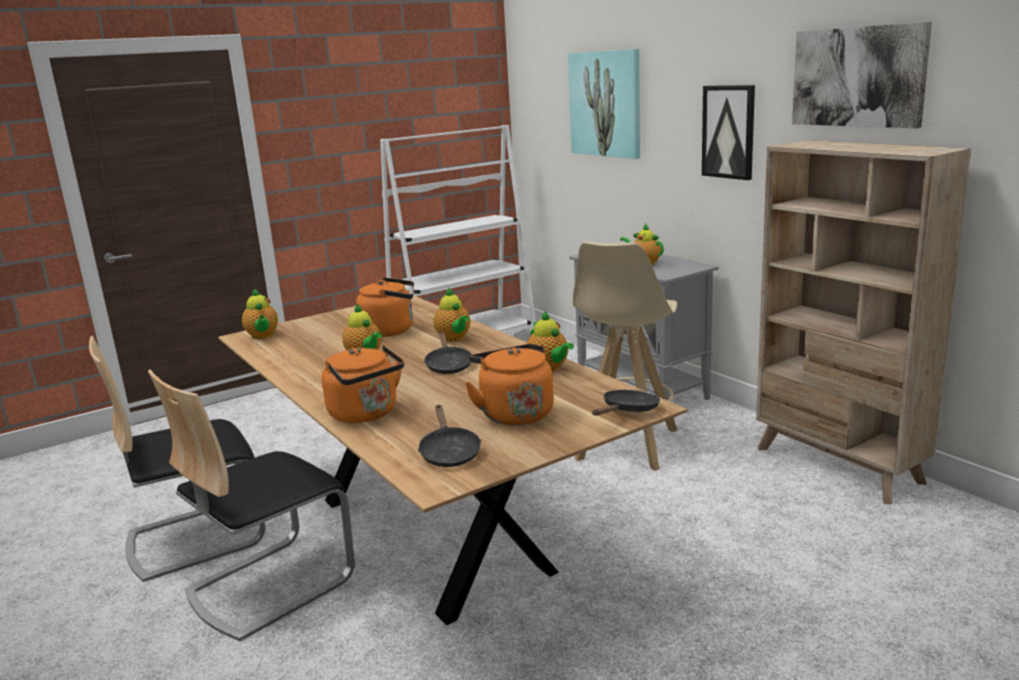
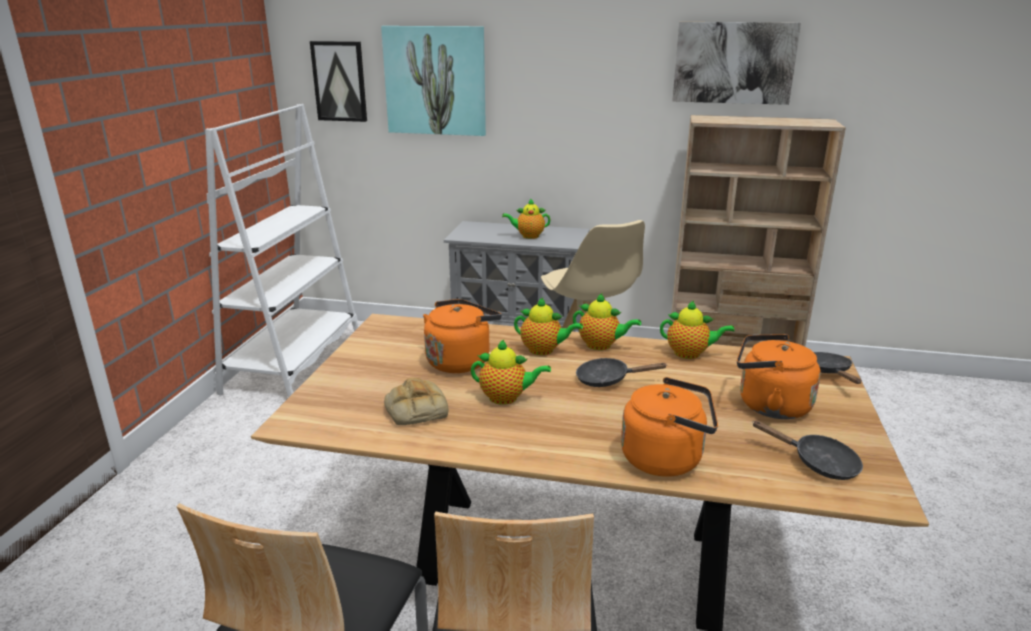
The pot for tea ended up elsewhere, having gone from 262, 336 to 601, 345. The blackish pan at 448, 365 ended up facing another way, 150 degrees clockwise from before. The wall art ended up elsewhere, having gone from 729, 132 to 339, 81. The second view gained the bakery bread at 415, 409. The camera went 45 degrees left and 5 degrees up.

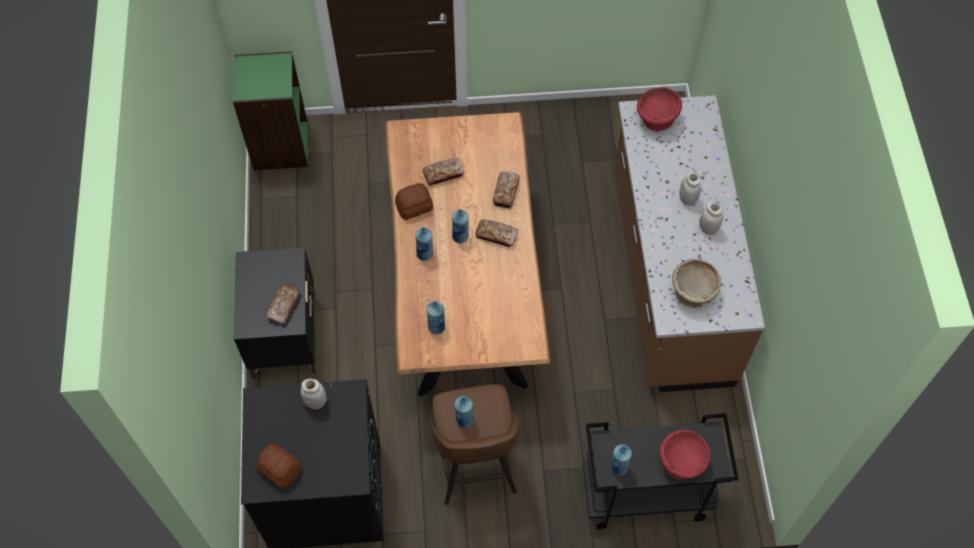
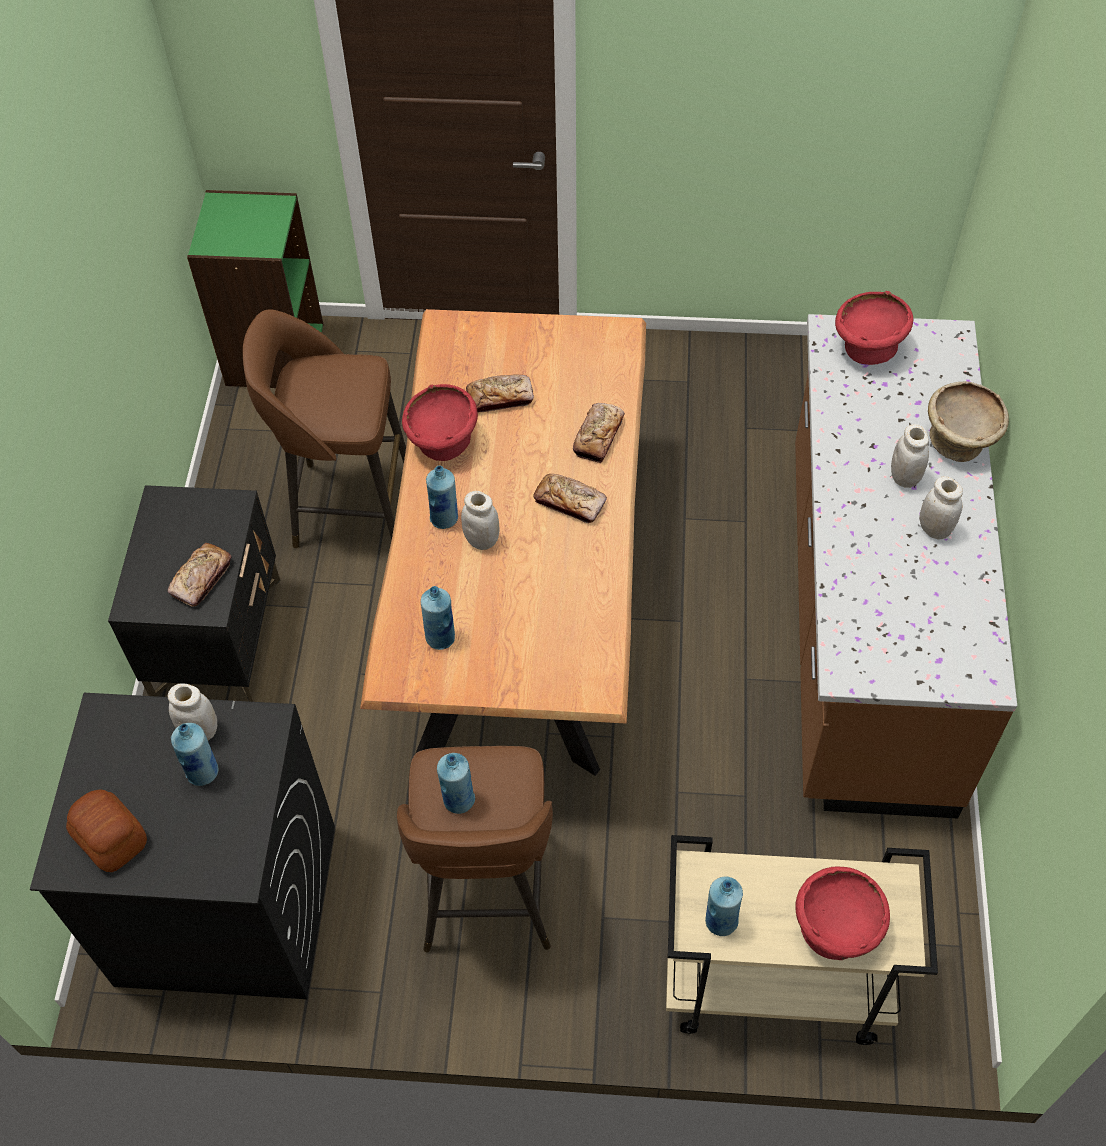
Where the bakery bread stood at 415, 207, the reddish deep dish came to stand at 443, 443. The bluish drink bottle ended up elsewhere, having gone from 460, 236 to 203, 772. What was the blackish cart at 644, 495 turned into the beige cart at 772, 984. The beige deep dish ended up elsewhere, having gone from 693, 293 to 960, 441. The second view gained the brownish stool at 348, 506. The second view gained the white-coloured preserve jar at 482, 540. The camera went 10 degrees right and 5 degrees down.

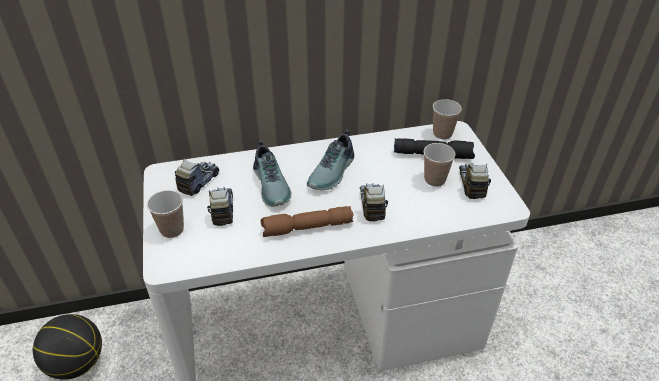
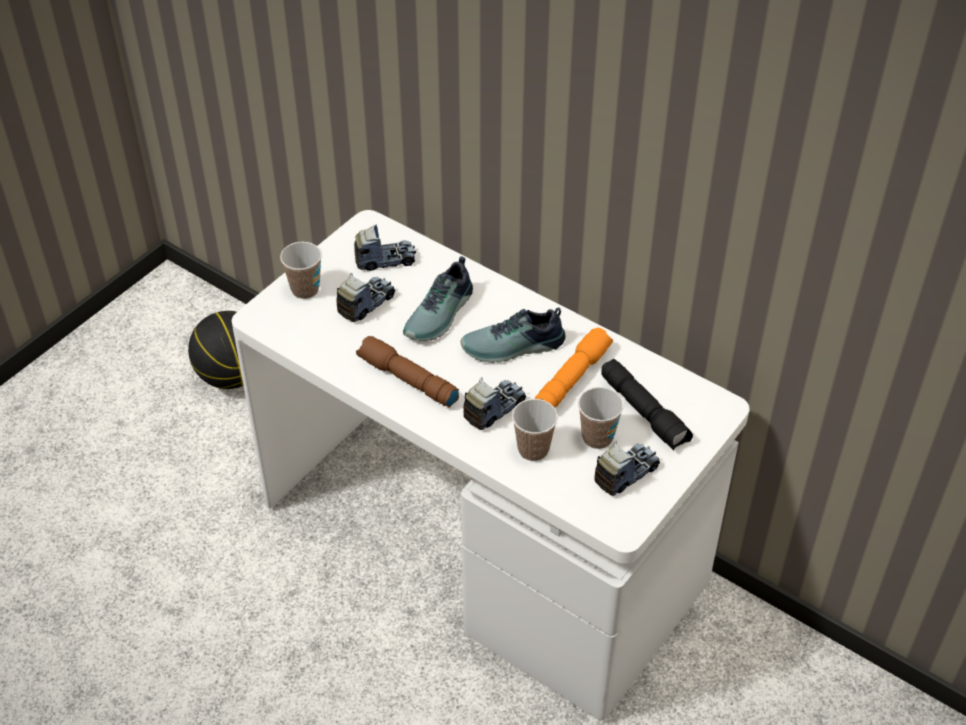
The drinking cup ended up elsewhere, having gone from 442, 134 to 533, 449. The second view gained the orange torch at 571, 378. The camera went 50 degrees right and 5 degrees up.

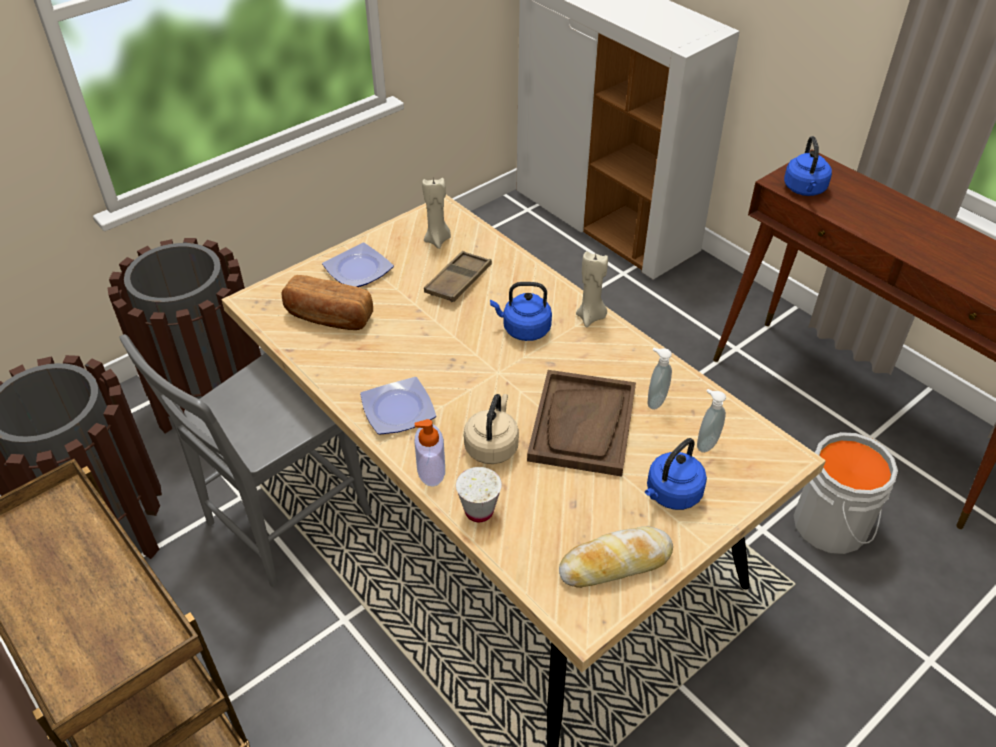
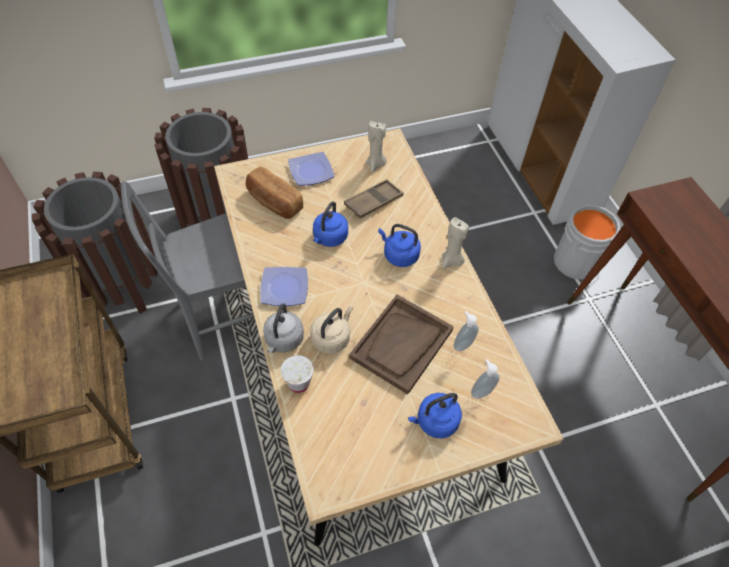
Where the liquid soap bottle stood at 431, 469, the grey tea kettle came to stand at 283, 340. The second view lost the bakery bread at 615, 563. The bluish tea kettle ended up elsewhere, having gone from 804, 190 to 329, 238. The grey water bucket ended up elsewhere, having gone from 834, 526 to 577, 263. The camera went 20 degrees right and 10 degrees up.

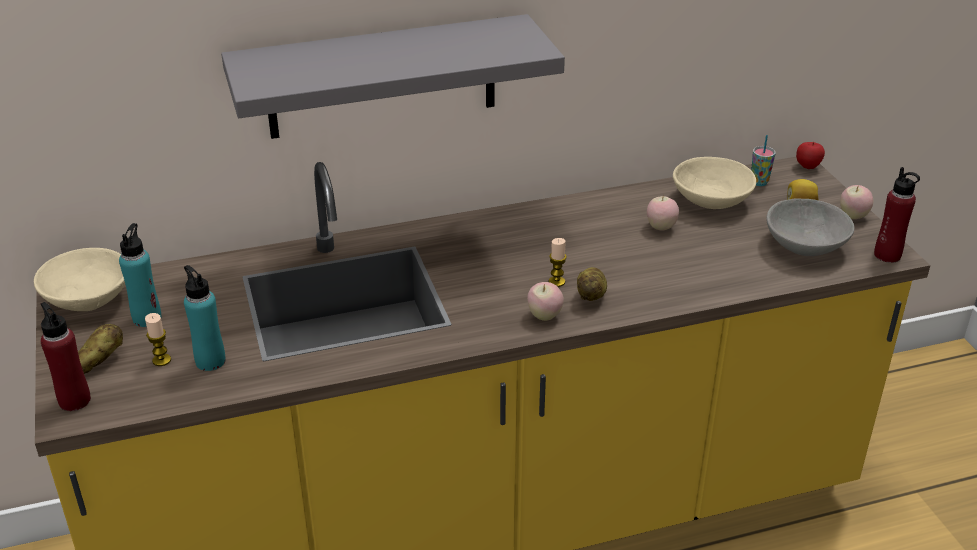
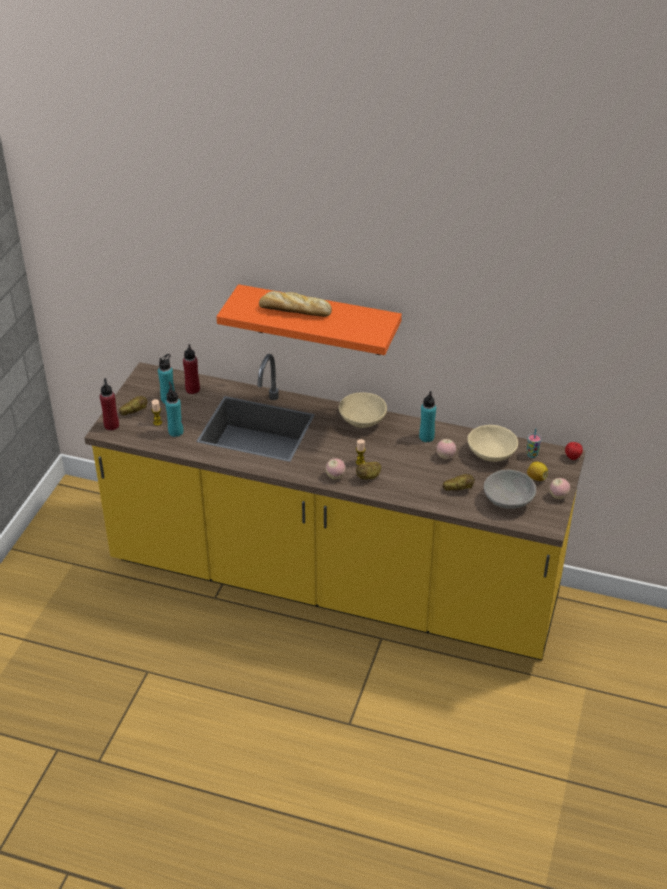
The beige deep dish ended up elsewhere, having gone from 88, 299 to 362, 420. What was the grey wall shelf at 382, 77 turned into the orange wall shelf at 318, 320. The reddish drink bottle ended up elsewhere, having gone from 887, 255 to 192, 389. The second view gained the bakery bread at 293, 310. The second view gained the turquoise-coloured drink bottle at 426, 437. The second view gained the whole potato at 458, 489. The camera went 35 degrees right and 5 degrees up.

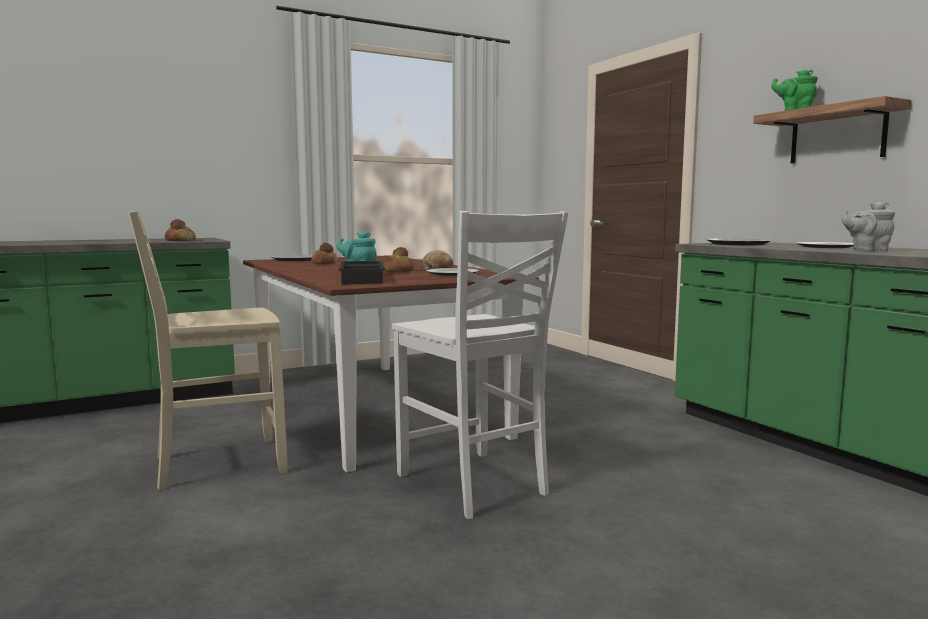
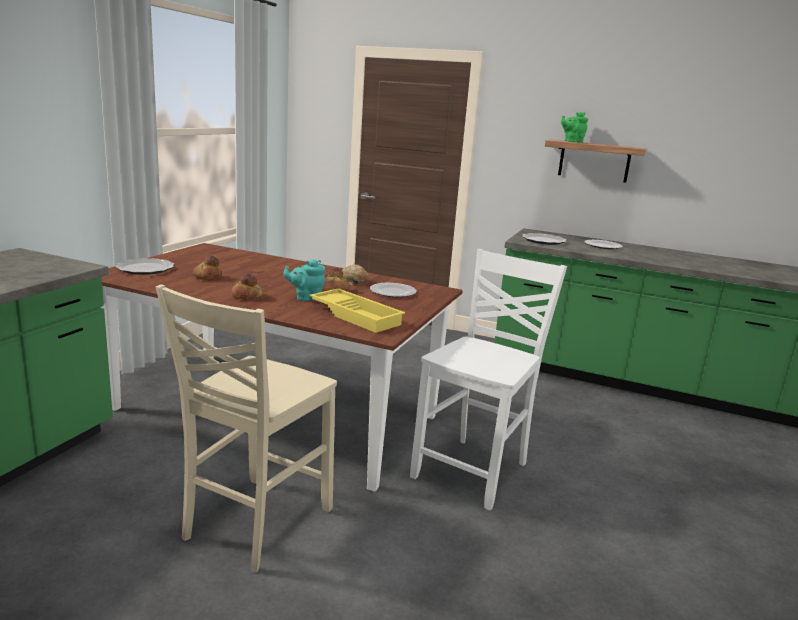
The bakery bread ended up elsewhere, having gone from 180, 240 to 246, 296. What was the blackish carrying tray at 363, 278 turned into the yellow carrying tray at 357, 315. The white-coloured upright chair at 474, 485 ended up facing another way, 75 degrees counterclockwise from before. The second view lost the grey pot for tea at 867, 251. The camera went 40 degrees left and 10 degrees up.

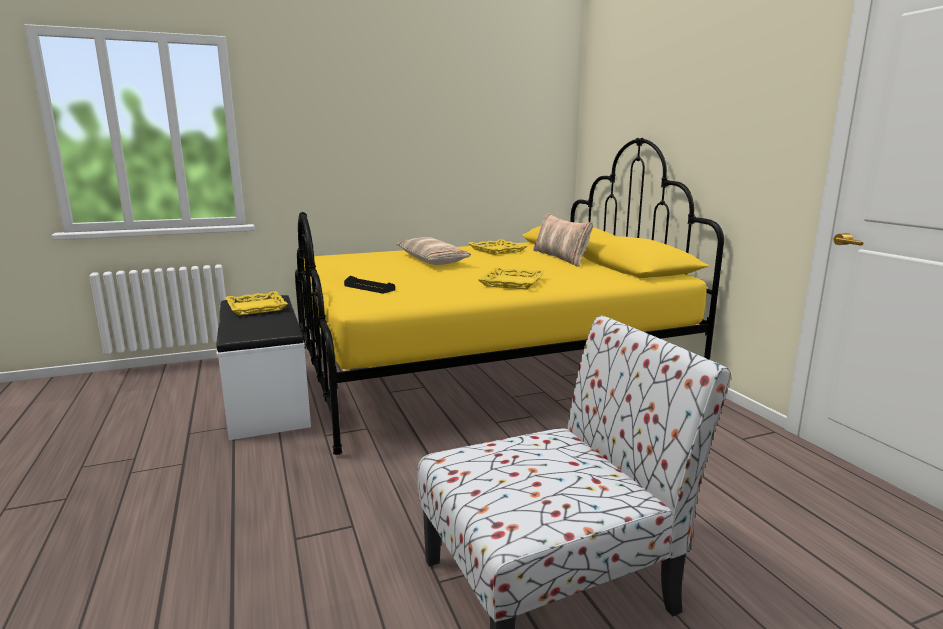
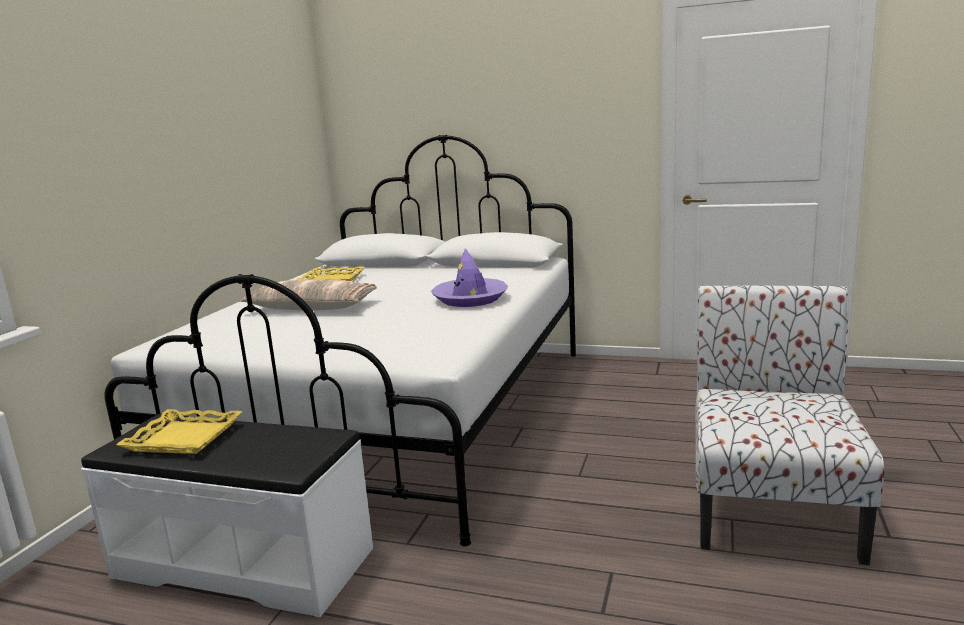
What was the yellow bedroom bed at 485, 368 turned into the white-coloured bedroom bed at 394, 414. The second view lost the blackish carrying tray at 369, 288. Where the yellow carrying tray stood at 512, 283, the purple wearable hat came to stand at 470, 299. The second view lost the pillow at 560, 257. The camera went 50 degrees left and 0 degrees up.

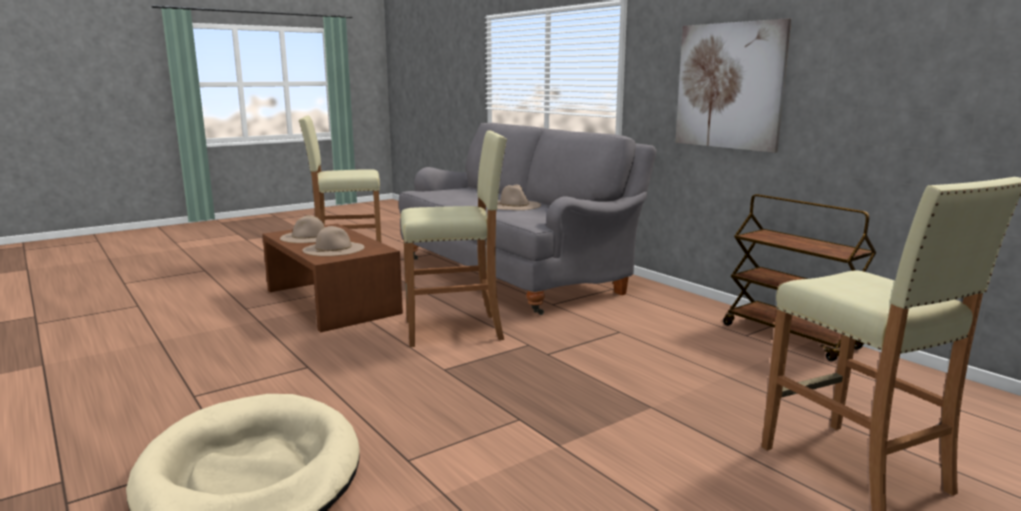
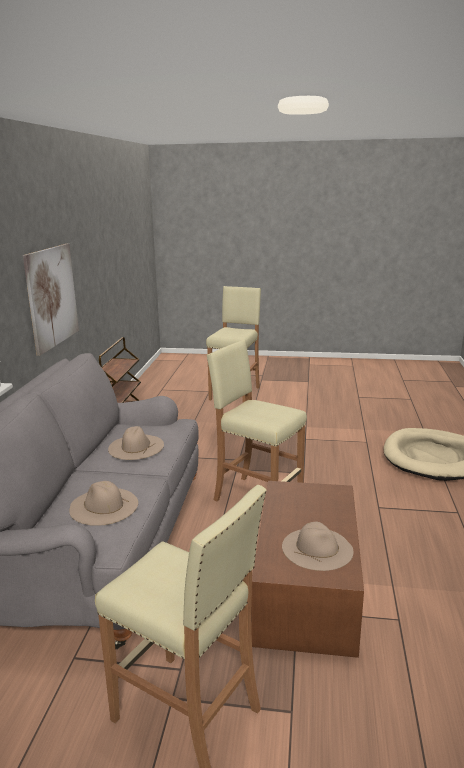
The beige wearable hat ended up elsewhere, having gone from 333, 248 to 103, 506. The camera went 135 degrees left and 5 degrees up.

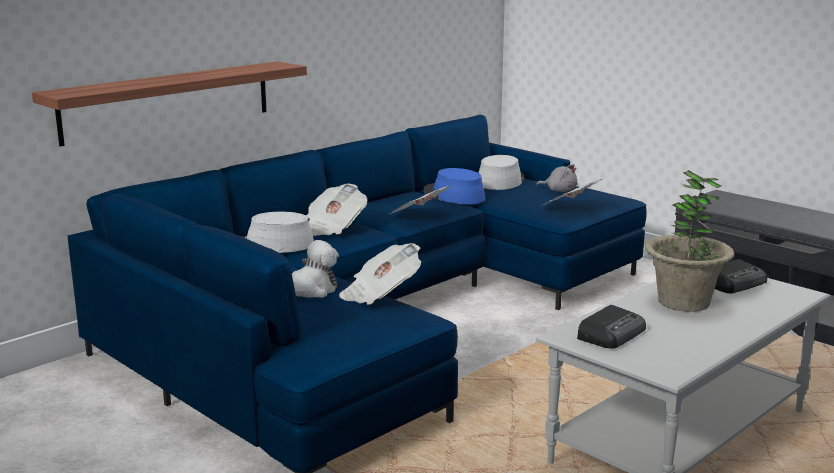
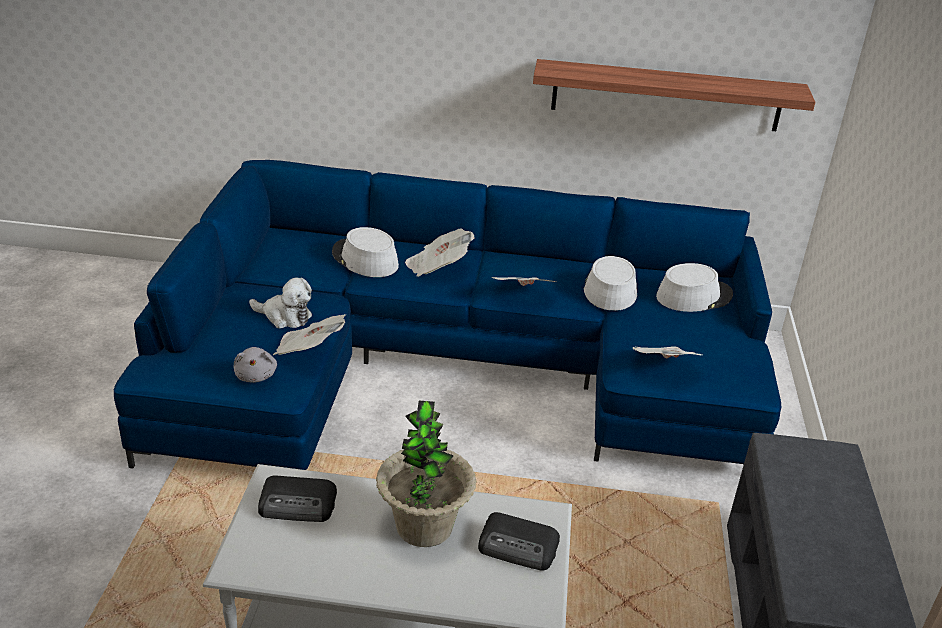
The wall shelf ended up elsewhere, having gone from 168, 101 to 666, 95. What was the bluish wearable hat at 453, 195 turned into the grey wearable hat at 609, 289. The grey soft toy ended up elsewhere, having gone from 559, 190 to 256, 375. The camera went 50 degrees right and 15 degrees up.

